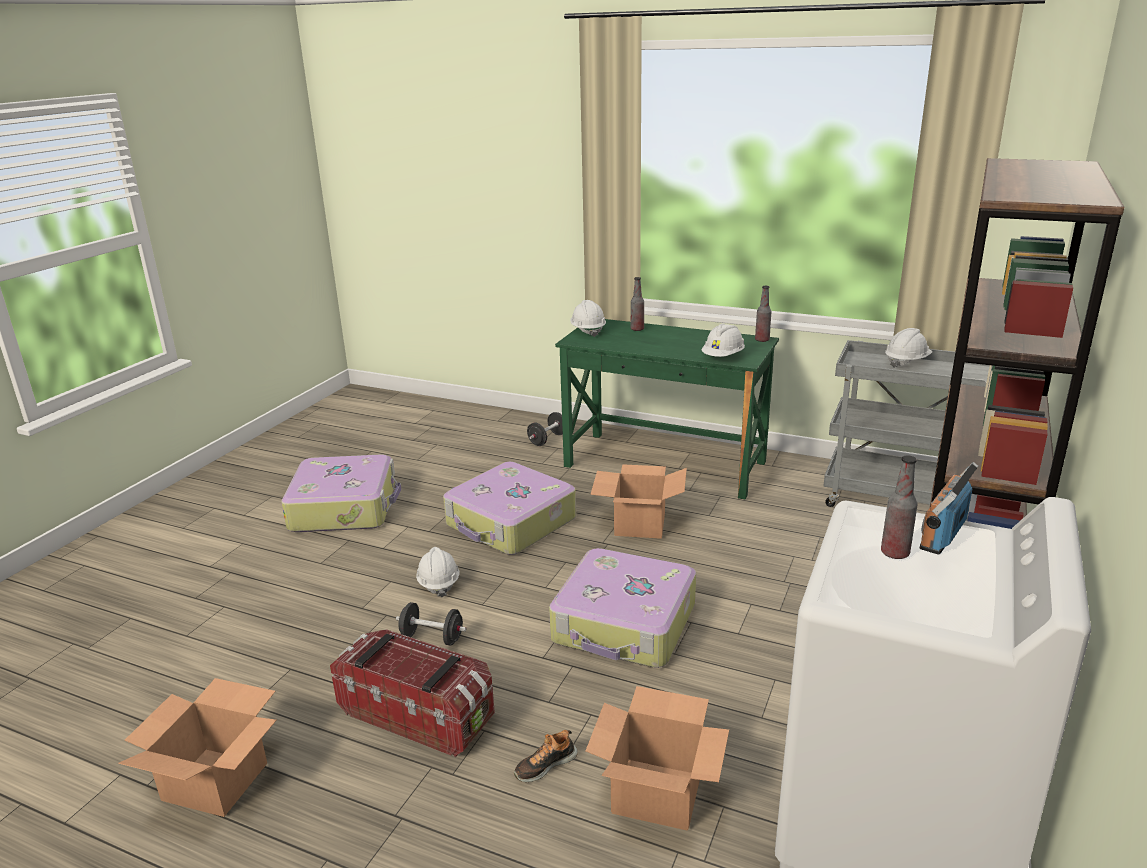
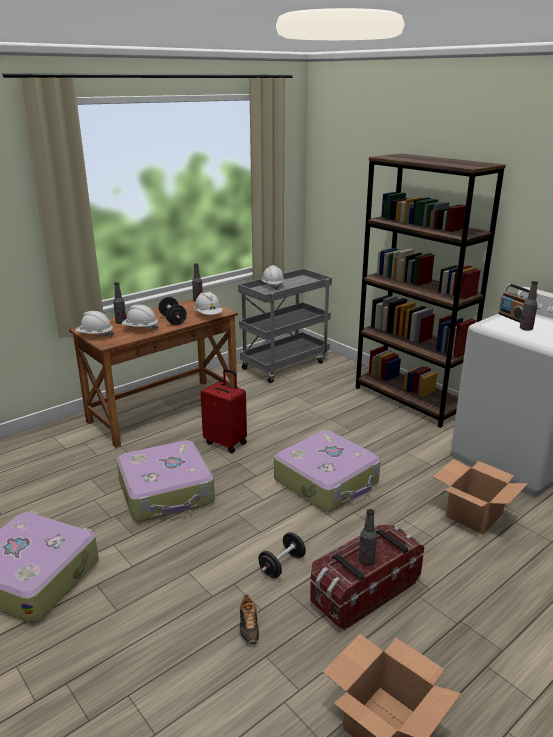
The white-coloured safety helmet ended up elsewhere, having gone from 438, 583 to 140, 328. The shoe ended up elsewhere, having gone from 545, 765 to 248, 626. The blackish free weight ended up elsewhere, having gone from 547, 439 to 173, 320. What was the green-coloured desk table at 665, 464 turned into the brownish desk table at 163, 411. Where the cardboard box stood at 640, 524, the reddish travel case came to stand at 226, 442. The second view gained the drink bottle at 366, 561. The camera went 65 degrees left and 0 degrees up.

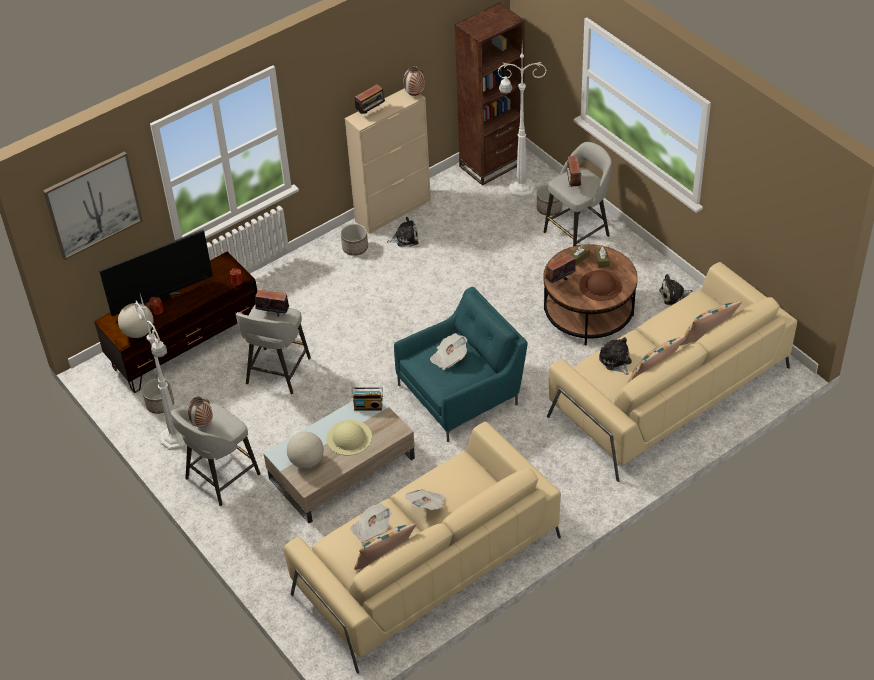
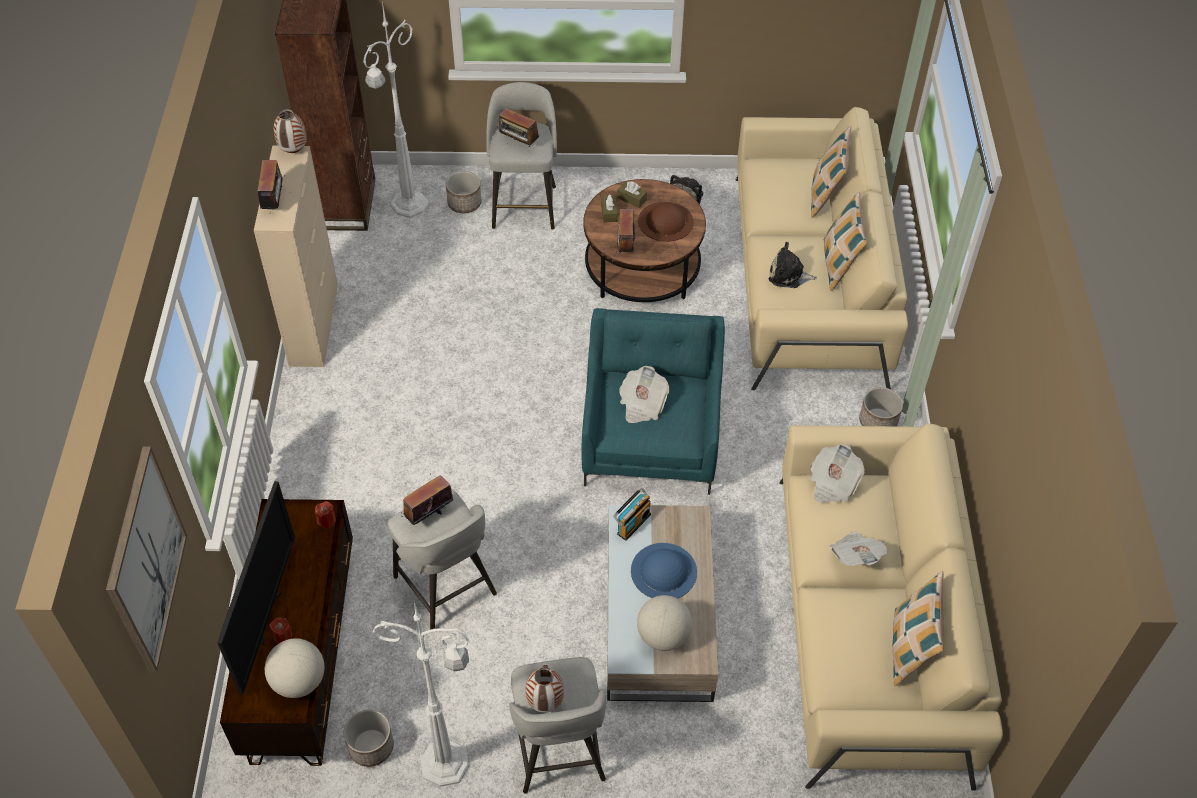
What was the beige wearable hat at 349, 437 turned into the bluish wearable hat at 663, 571. The planter ended up elsewhere, having gone from 355, 248 to 878, 422. The newspaper ended up elsewhere, having gone from 371, 529 to 833, 483. The second view lost the soft toy at 405, 238. The camera went 55 degrees left and 5 degrees up.

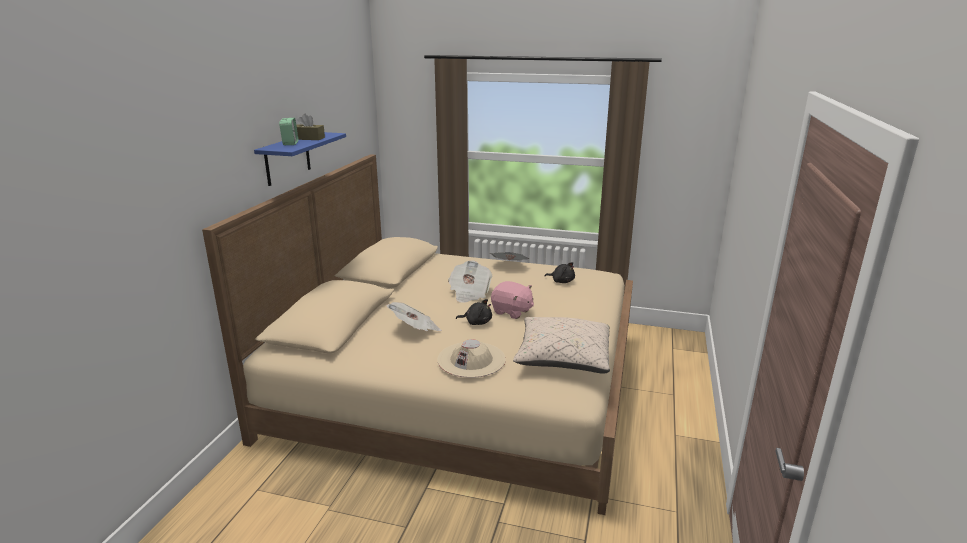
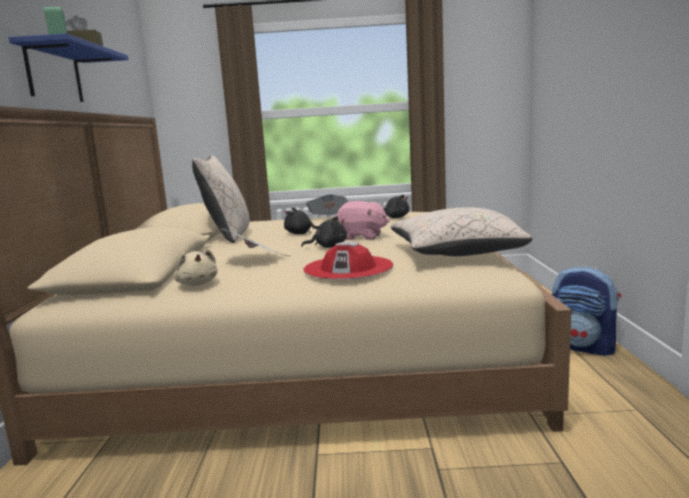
What was the beige wearable hat at 471, 359 turned into the reddish wearable hat at 348, 268. Where the newspaper stood at 469, 293, the blackish soft toy came to stand at 300, 234. The second view gained the beige soft toy at 197, 284. The second view gained the beige pillow at 228, 236. The second view gained the knapsack at 583, 347. The camera went 15 degrees left and 10 degrees down.

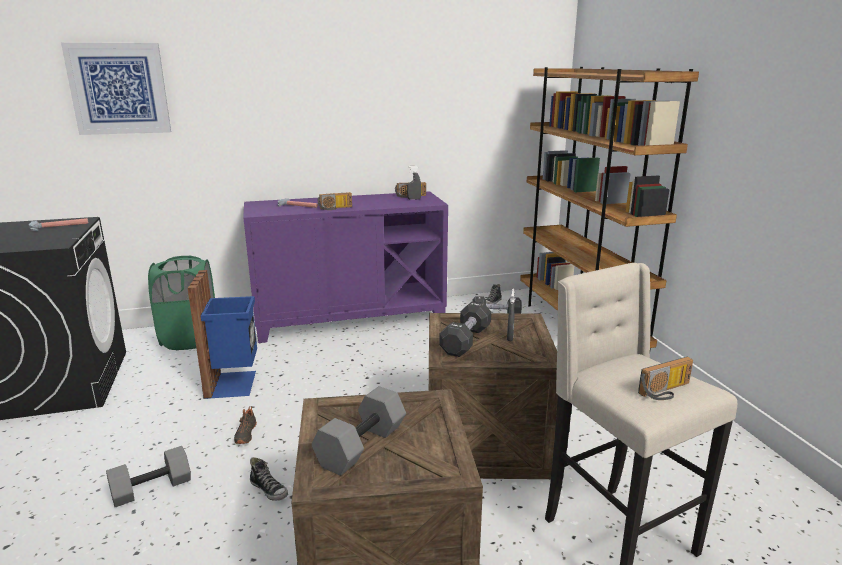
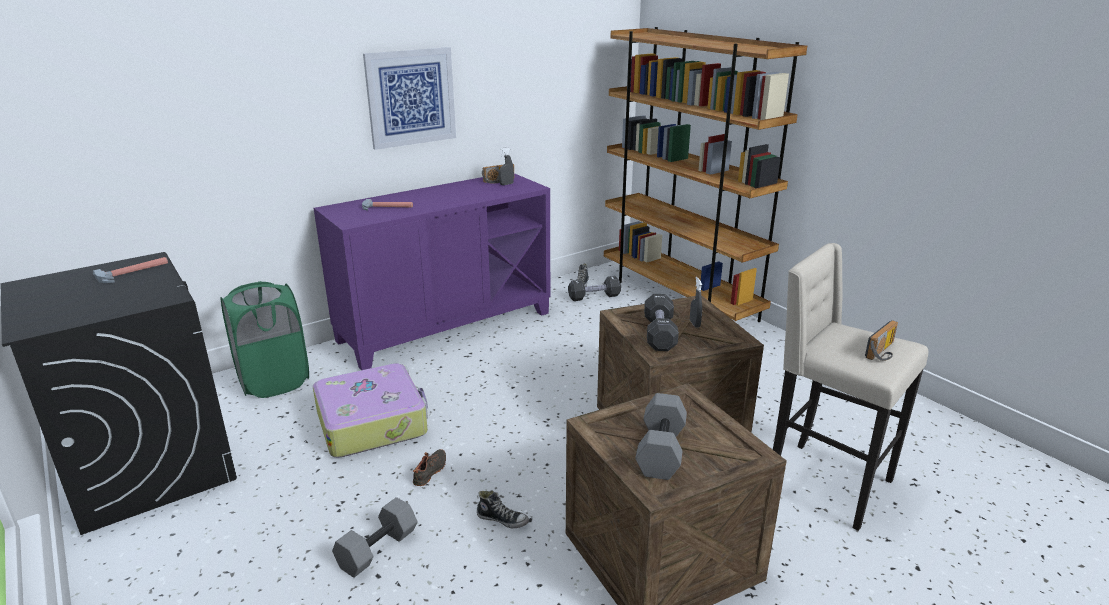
The wall art ended up elsewhere, having gone from 119, 89 to 411, 97. Where the bluish waste bin stood at 234, 383, the travel case came to stand at 372, 422. The blackish shoe at 245, 434 ended up facing another way, 135 degrees counterclockwise from before. The second view lost the radio set at 335, 208. The camera went 20 degrees left and 5 degrees up.

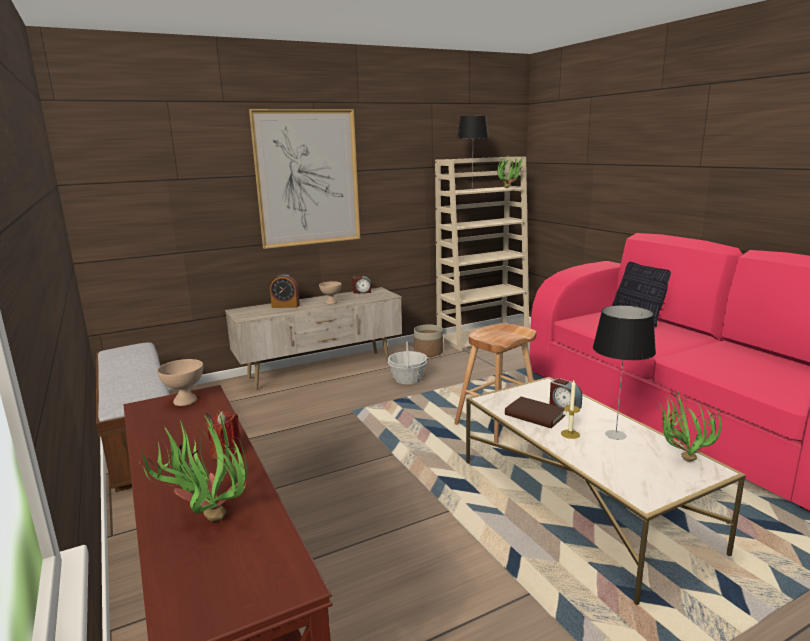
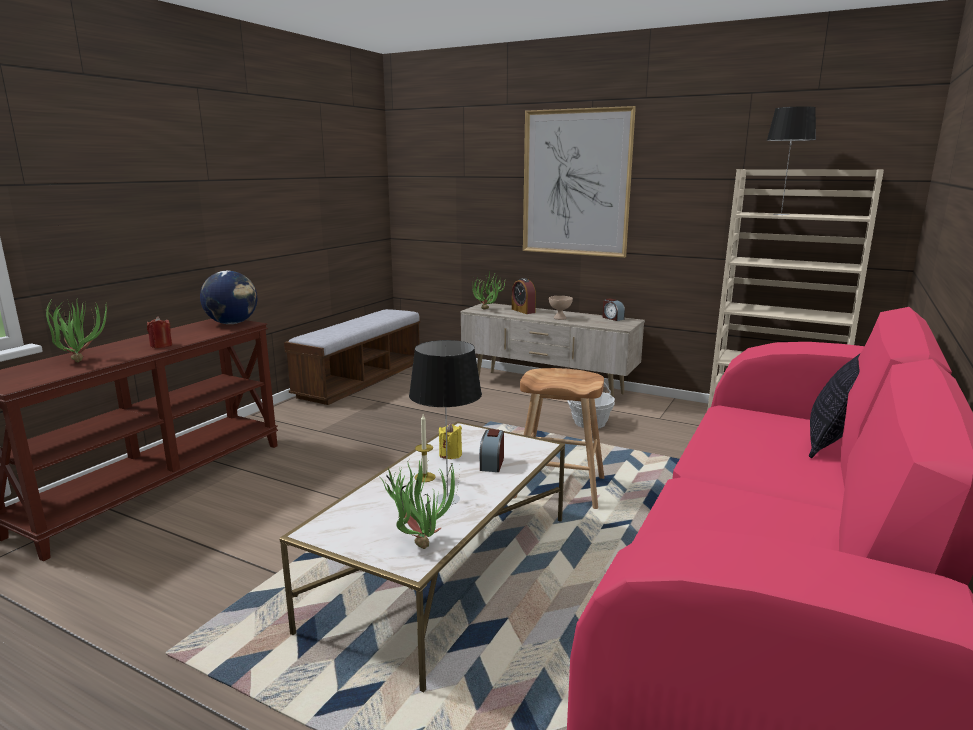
Where the beige deep dish stood at 184, 401, the desk globe came to stand at 232, 323. The second view lost the planter at 428, 352. The plant in a pot ended up elsewhere, having gone from 510, 188 to 488, 310. Where the brownish bound book stood at 534, 415, the yellow wax light came to stand at 450, 454. The camera went 55 degrees right and 0 degrees up.

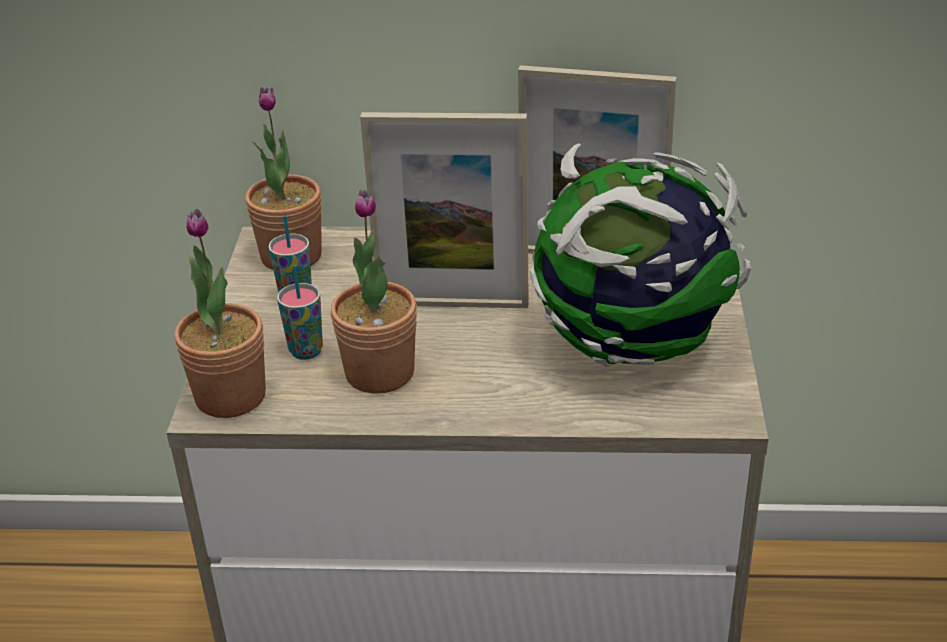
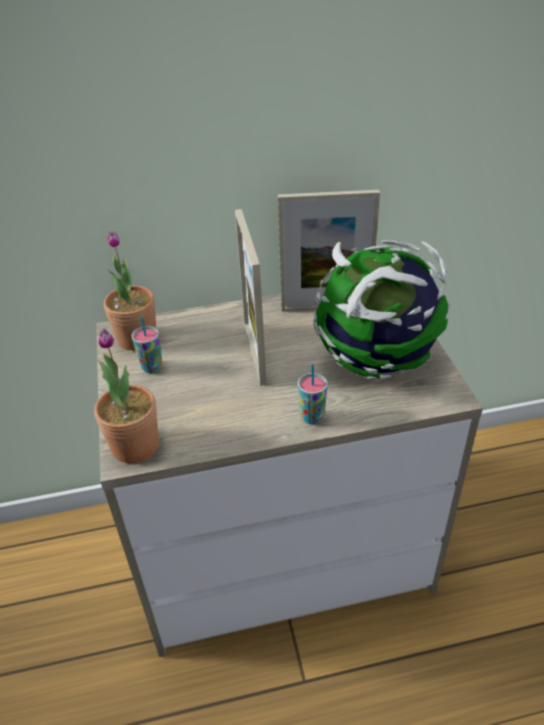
The drinking cup ended up elsewhere, having gone from 306, 351 to 312, 417. The second view lost the plant in a pot at 379, 373. The standing frame at 452, 303 ended up facing another way, 90 degrees clockwise from before. The camera went 15 degrees left and 5 degrees up.

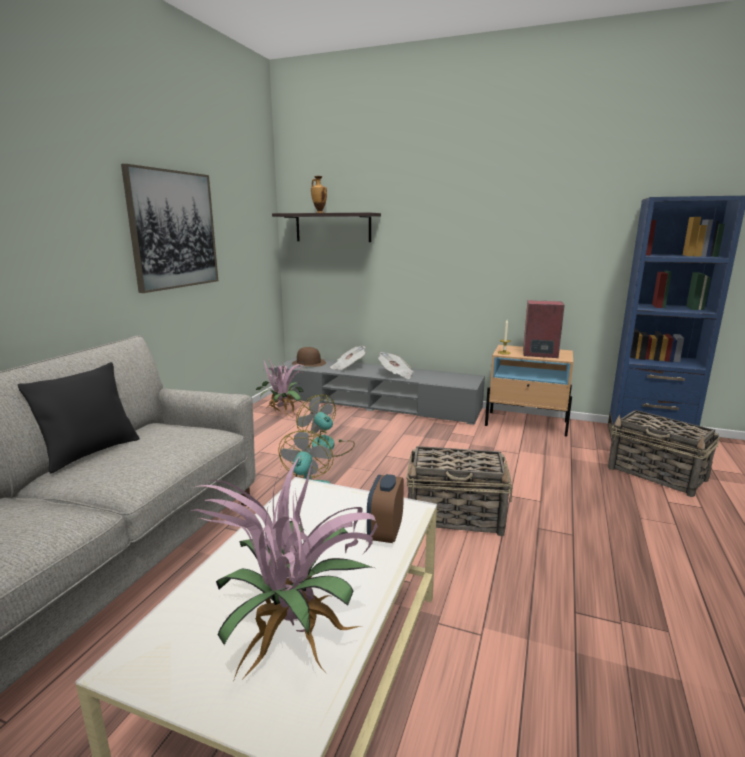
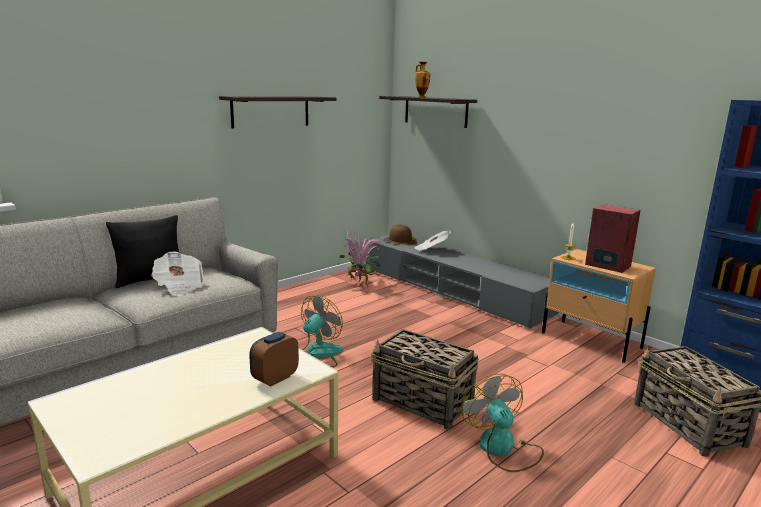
Where the wall art hung at 173, 230, the wall shelf came to hang at 271, 111. The second view lost the plant in a pot at 297, 637. The cooling fan ended up elsewhere, having gone from 328, 447 to 503, 449. The newspaper ended up elsewhere, having gone from 396, 374 to 179, 286. The camera went 25 degrees right and 0 degrees up.

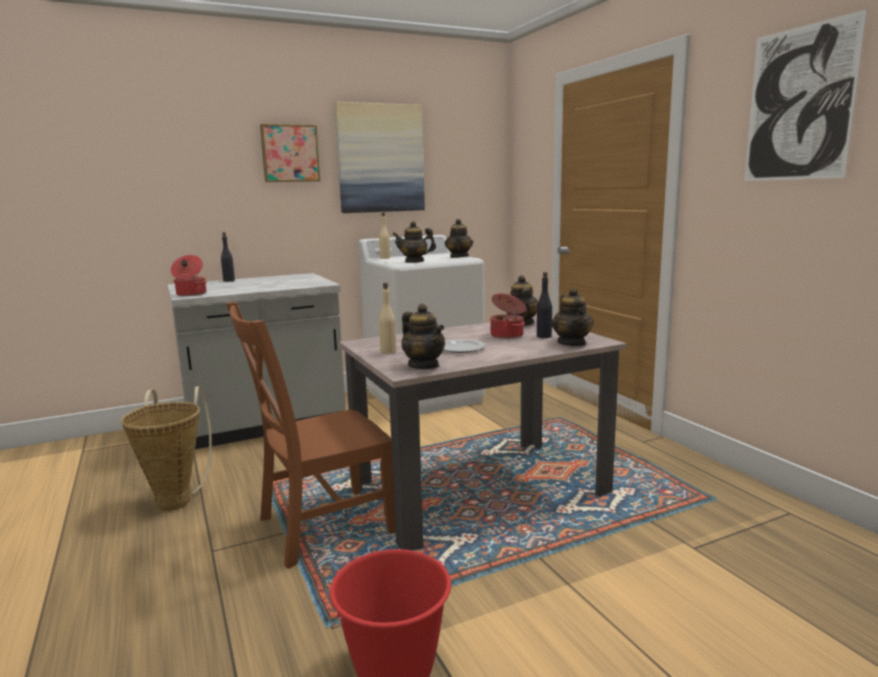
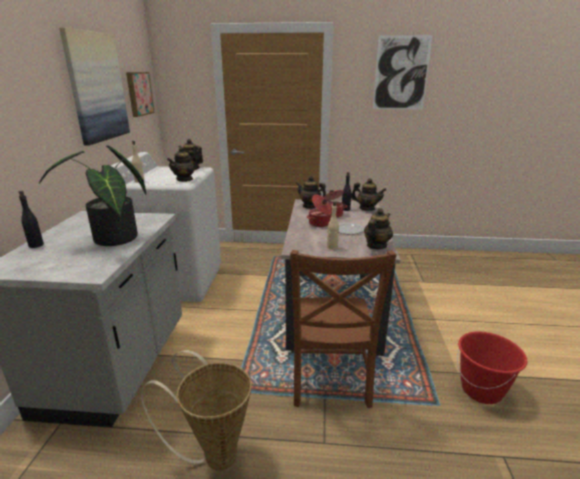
The saucepot ended up elsewhere, having gone from 190, 294 to 320, 224. The wall art ended up elsewhere, having gone from 290, 153 to 138, 93. The pot for tea at 424, 365 ended up facing another way, 45 degrees counterclockwise from before. The second view gained the plant in a pot at 113, 240. The camera went 60 degrees left and 10 degrees up.

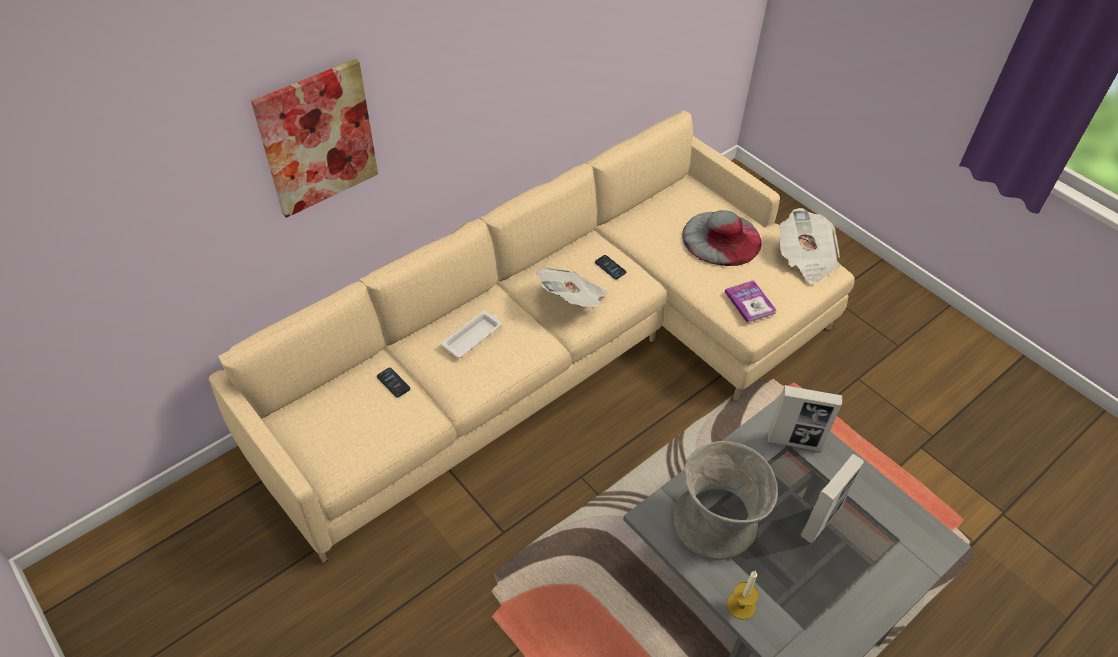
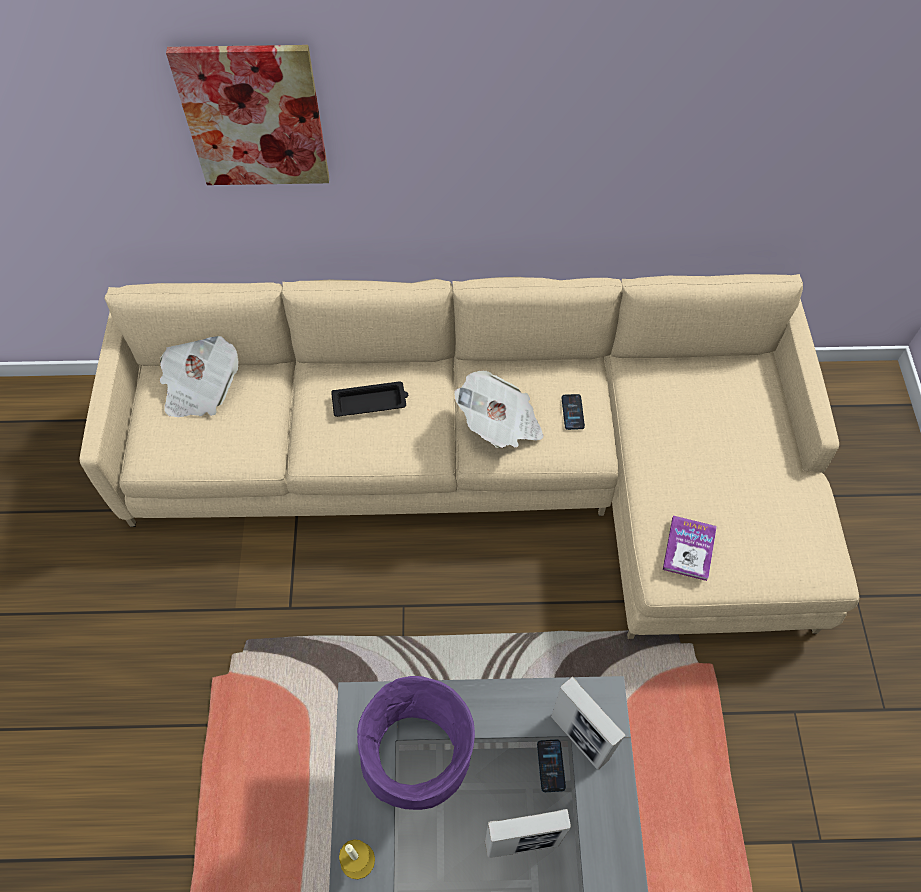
The phone ended up elsewhere, having gone from 393, 383 to 551, 765. What was the white-coloured carrying tray at 473, 336 turned into the blackish carrying tray at 371, 402. What was the grey vase at 717, 521 turned into the purple vase at 418, 759. The second view lost the grey wearable hat at 721, 238. The newspaper ended up elsewhere, having gone from 805, 259 to 200, 386. The camera went 40 degrees right and 10 degrees up.

